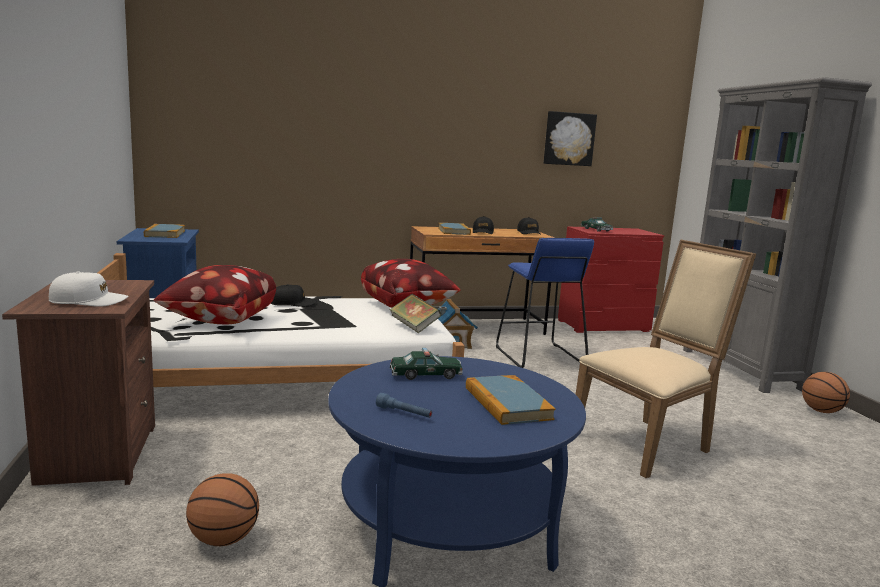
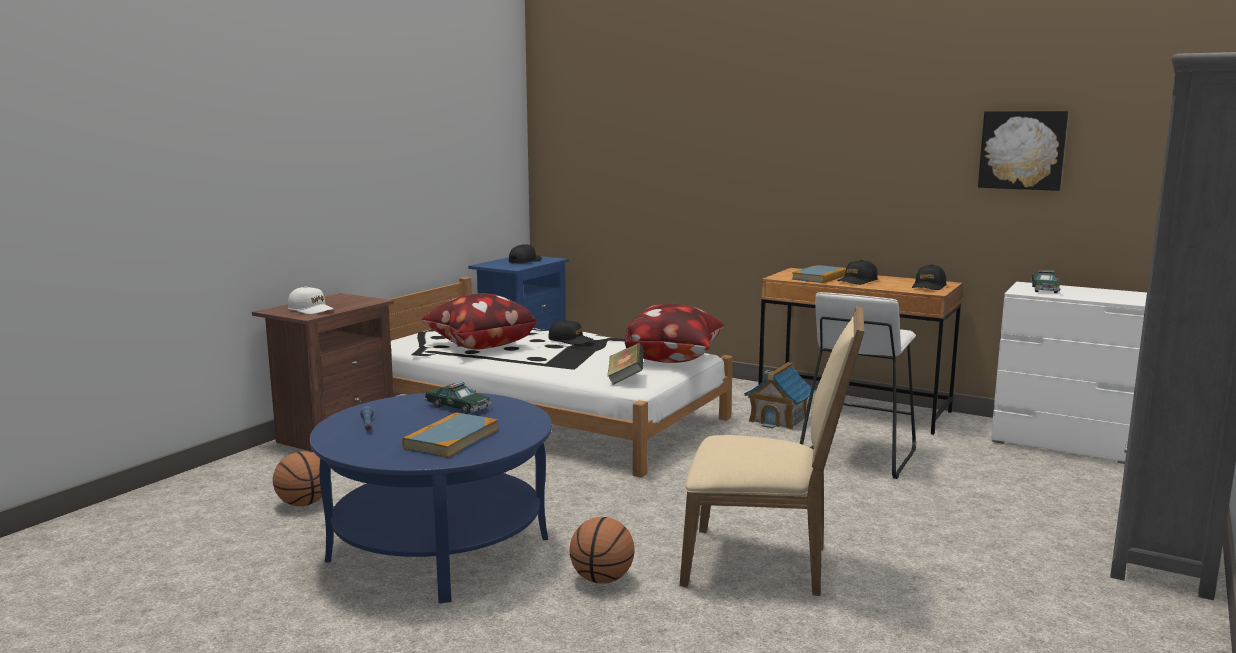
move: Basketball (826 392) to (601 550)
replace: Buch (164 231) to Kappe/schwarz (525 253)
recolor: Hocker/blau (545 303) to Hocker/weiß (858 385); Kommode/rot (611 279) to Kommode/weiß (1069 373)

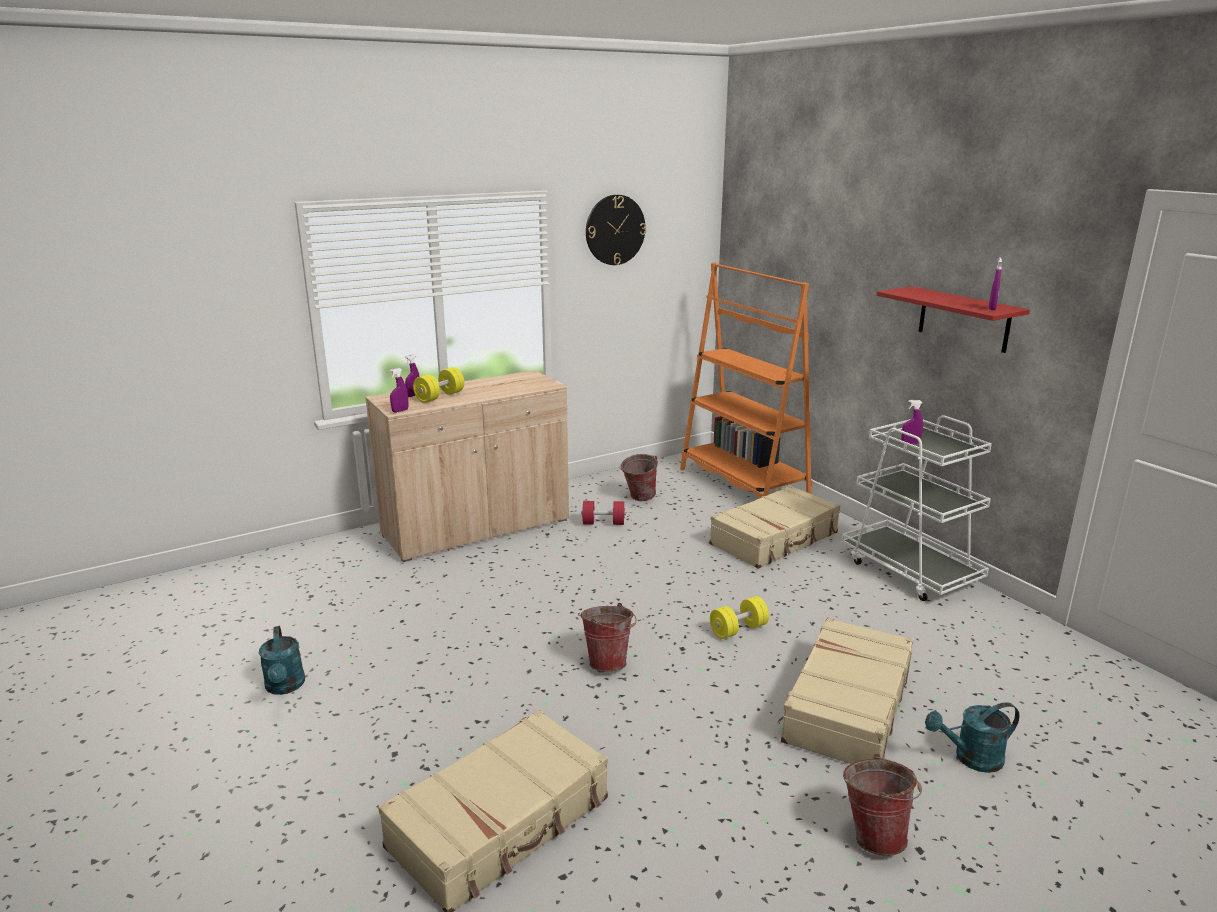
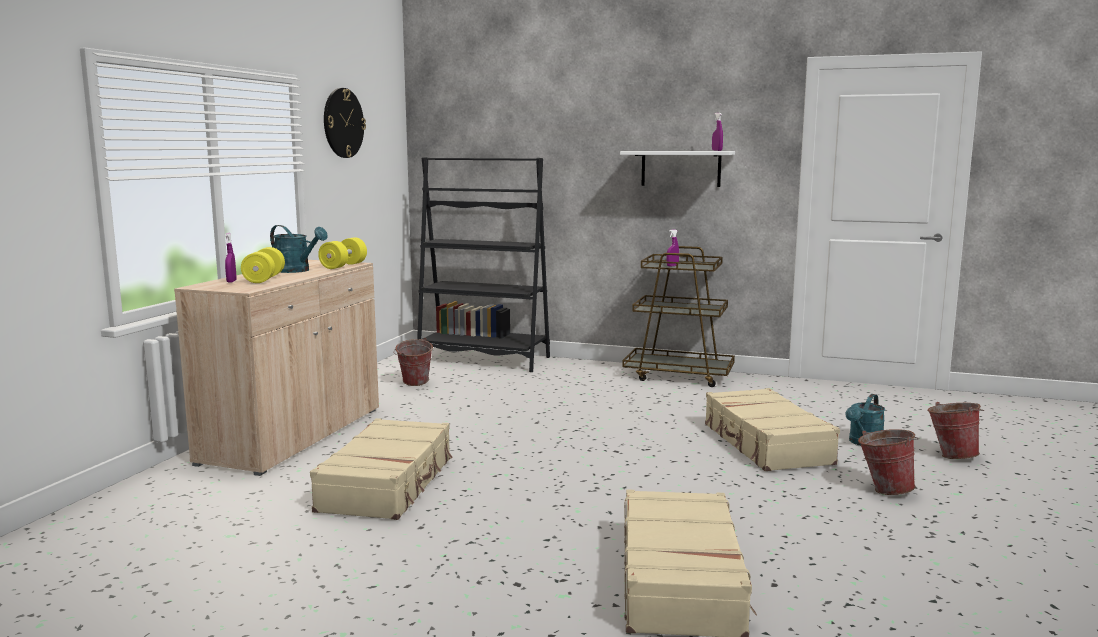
delete: Sprühflasche/lila (398 390); Hantel/rot (603 513)
move: Gießkanne/türkis (282 660) to (299 249); Koffer/beige (774 527) to (381 469); Hantel/gelb (739 617) to (342 253); Eimer (608 637) to (956 430)
recolor: Bücherregal/orange (746 380) to Bücherregal/schwarz (483 264); Wandregal/rot (953 319) to Wandregal/weiß (677 169); Rollwagen/weiß (916 508) to Rollwagen/braun (678 316)

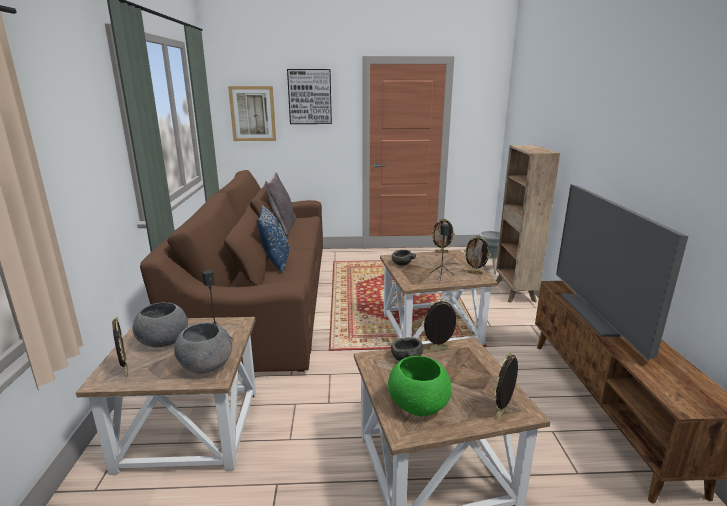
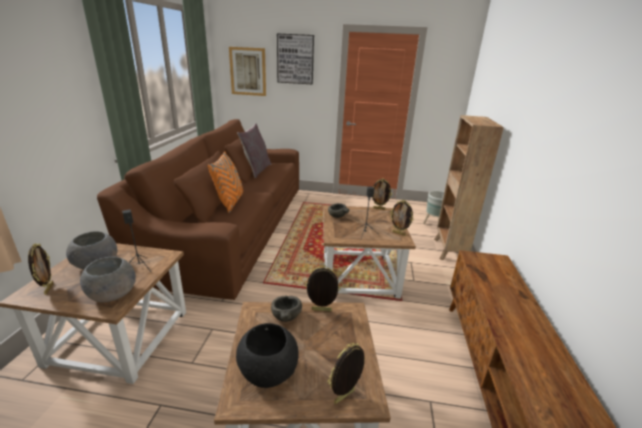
delete: Fernseher (622 272)
recolor: Kissen/blau (273 239) to Kissen/orange (225 182); Schüssel/grün (420 386) to Schüssel/schwarz (267 355)

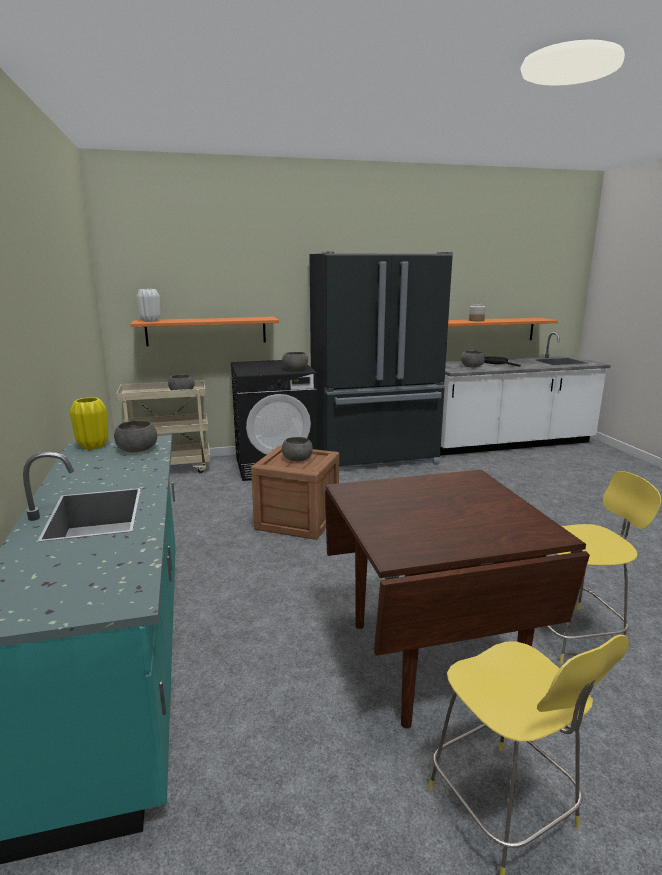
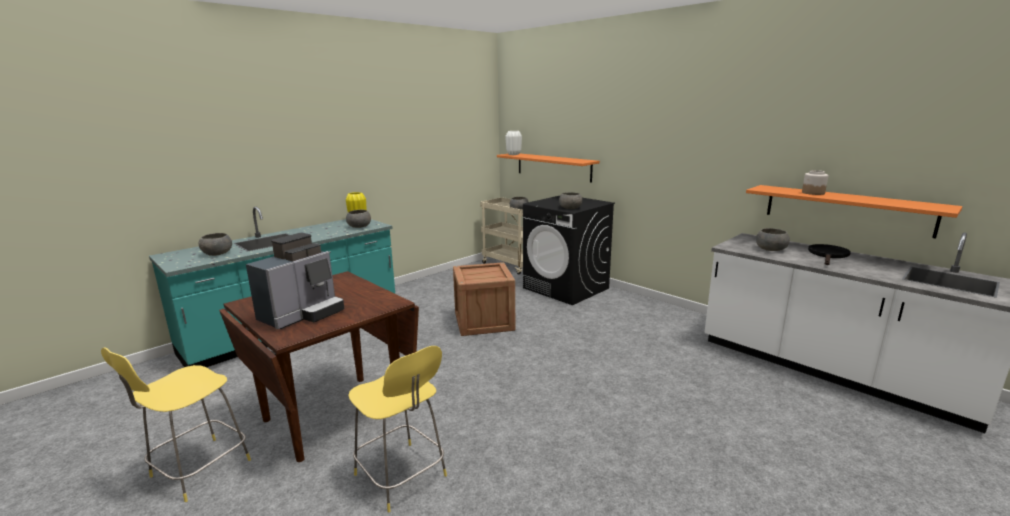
delete: Kühlschrank/schwarz (381 361)
insert: Kaffeemaschine (295 281)
move: Schüssel/grau (297 449) to (215 244)

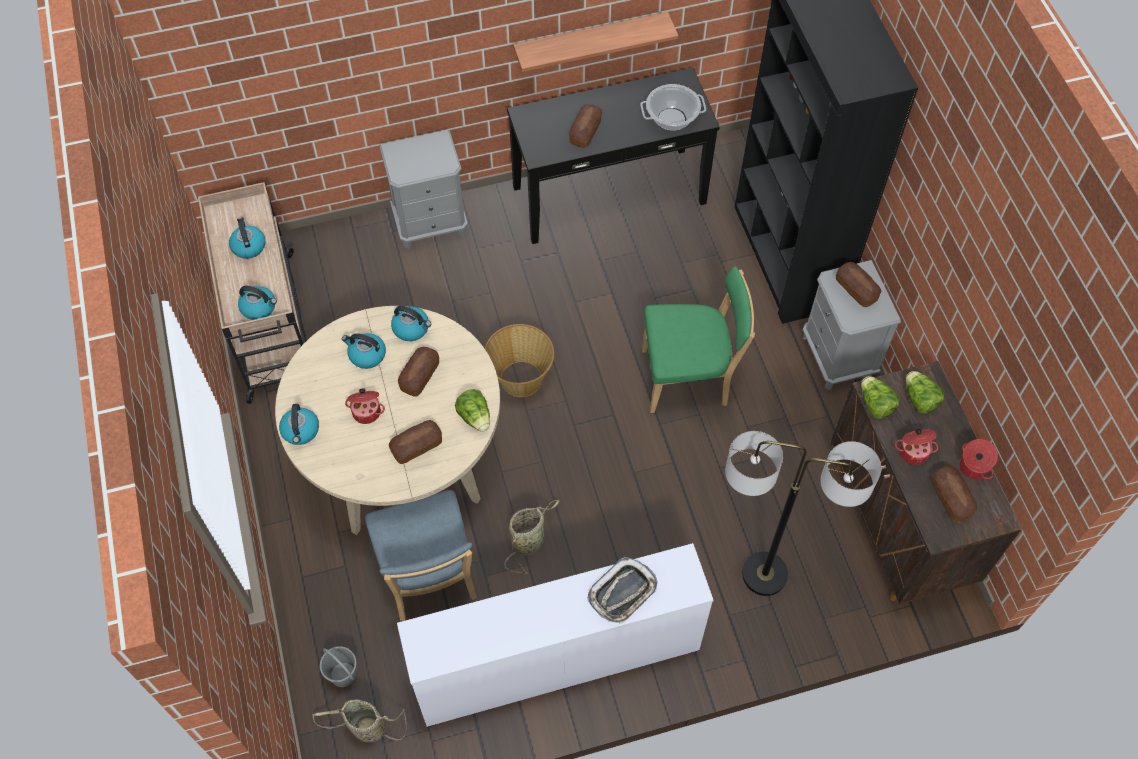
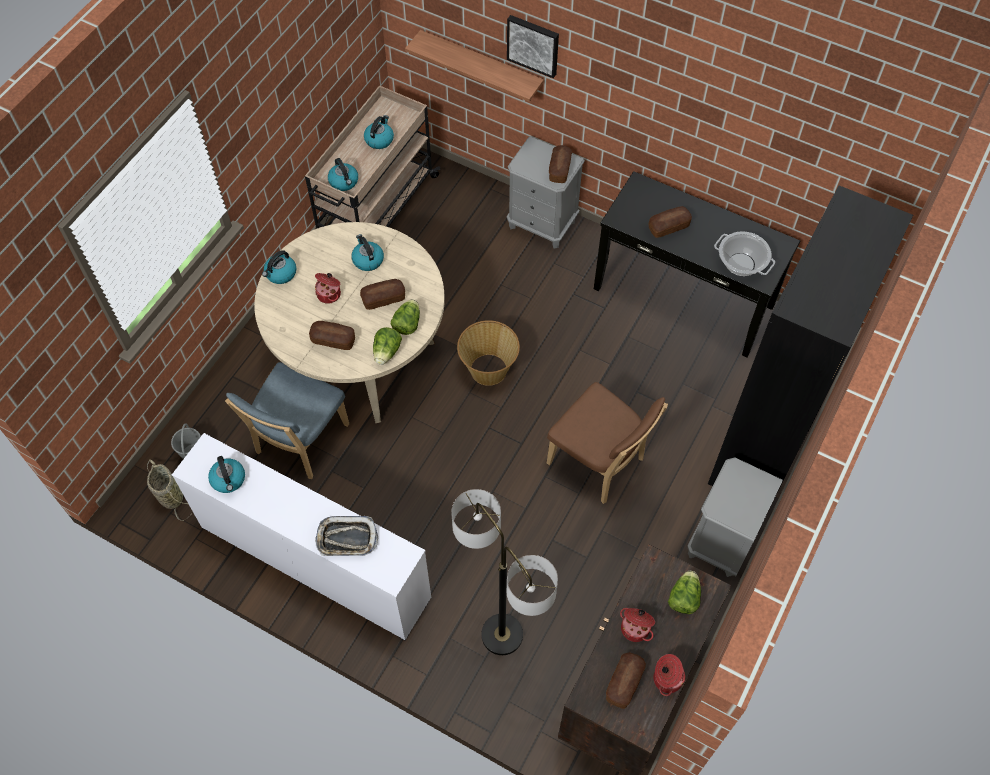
delete: Korb (532 537)
insert: Bild (533 46)
move: Wasserkessel (411 323) to (226 474); Salatkopf (880 397) to (405 317); Wandregal (596 42) to (474 66); Brot (858 284) to (560 164)
recolor: Stuhl/grün (698 339) to Stuhl/braun (607 443)

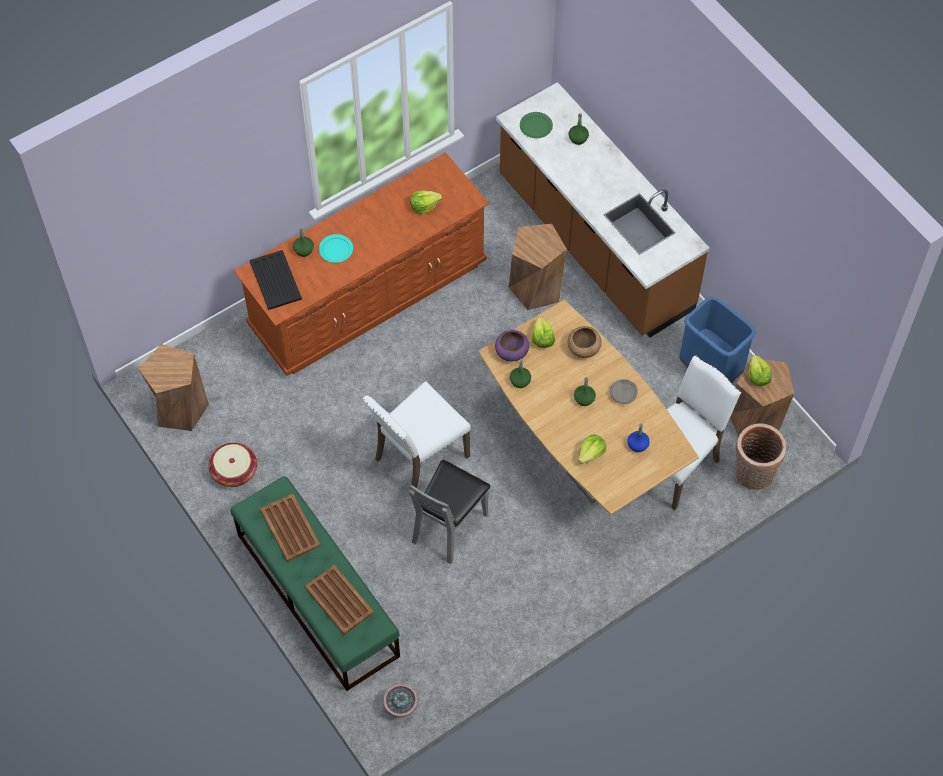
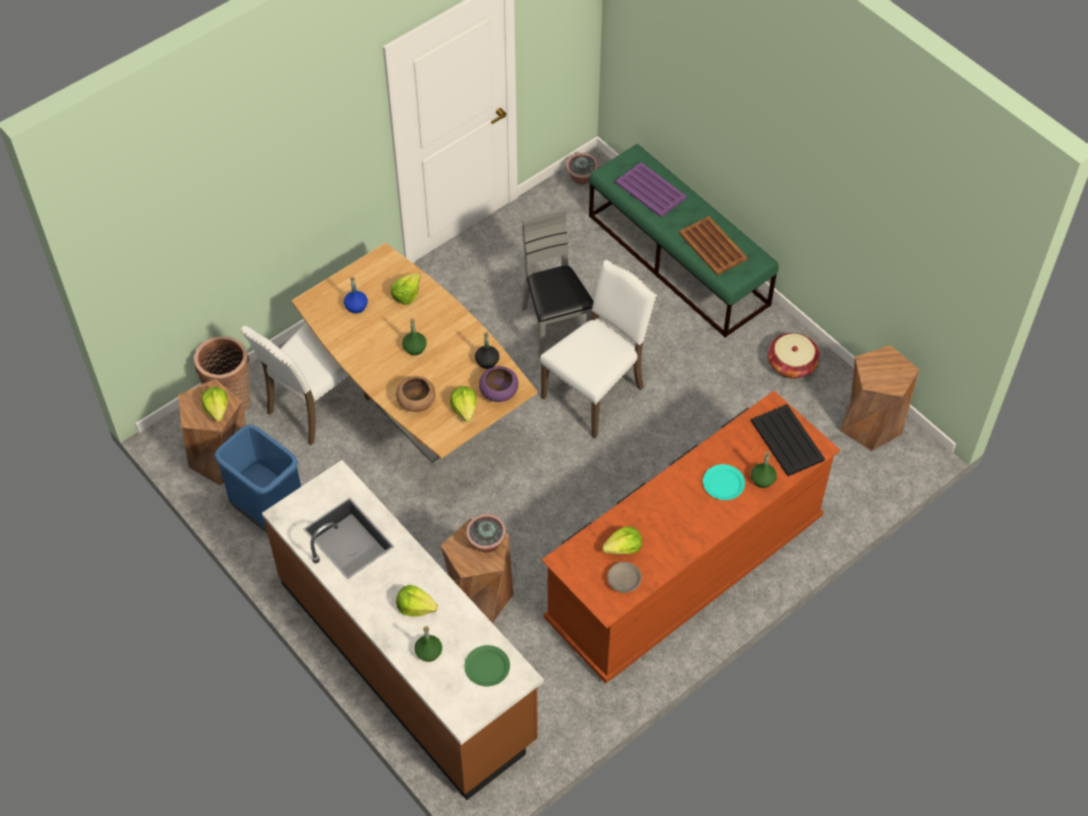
insert: Salatkopf (417 600); Topfpflanze (486 533)
move: Schüssel/grau (624 391) to (624 577)
recolor: Flasche/grün (520 373) to Flasche/schwarz (487 350); Tablett/braun (339 600) to Tablett/lila (651 189)
rotate: Stuhl/grau (449 512) = (557 284) 45 degrees counterclockwise

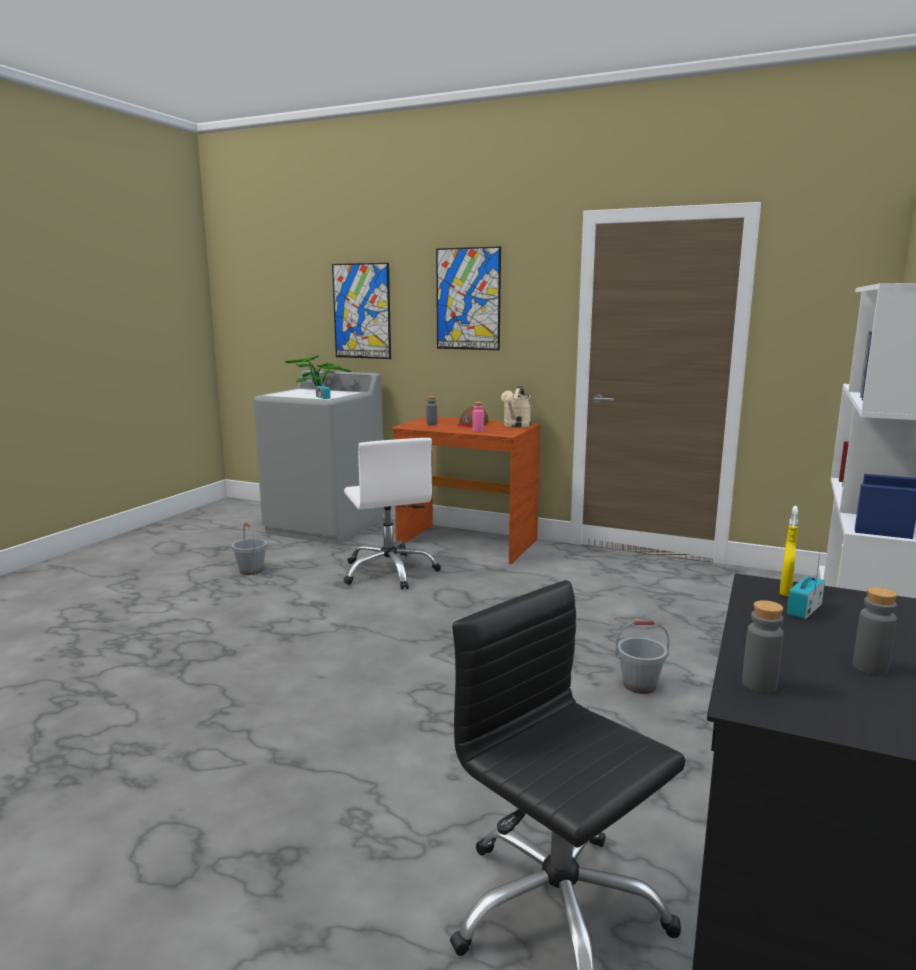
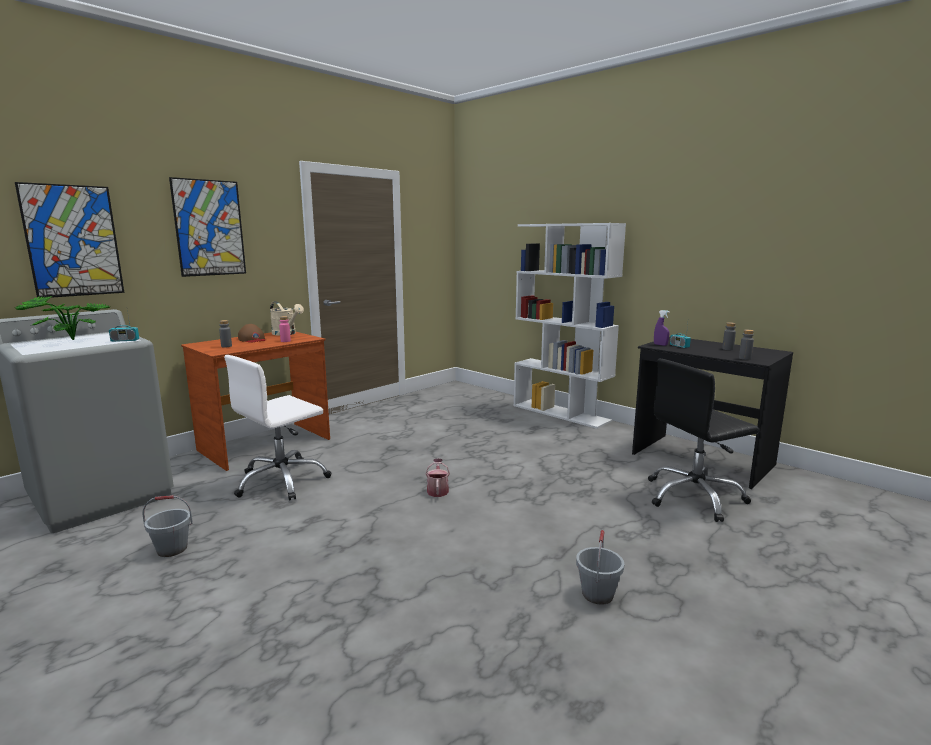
insert: Gießkanne (437 477)
move: Eimer/grau (642 657) to (600 567)
recolor: Sprühflasche/gelb (789 551) to Sprühflasche/lila (662 328)
rotate: Bürostuhl/weiß (392 514) = (277 427) 135 degrees clockwise

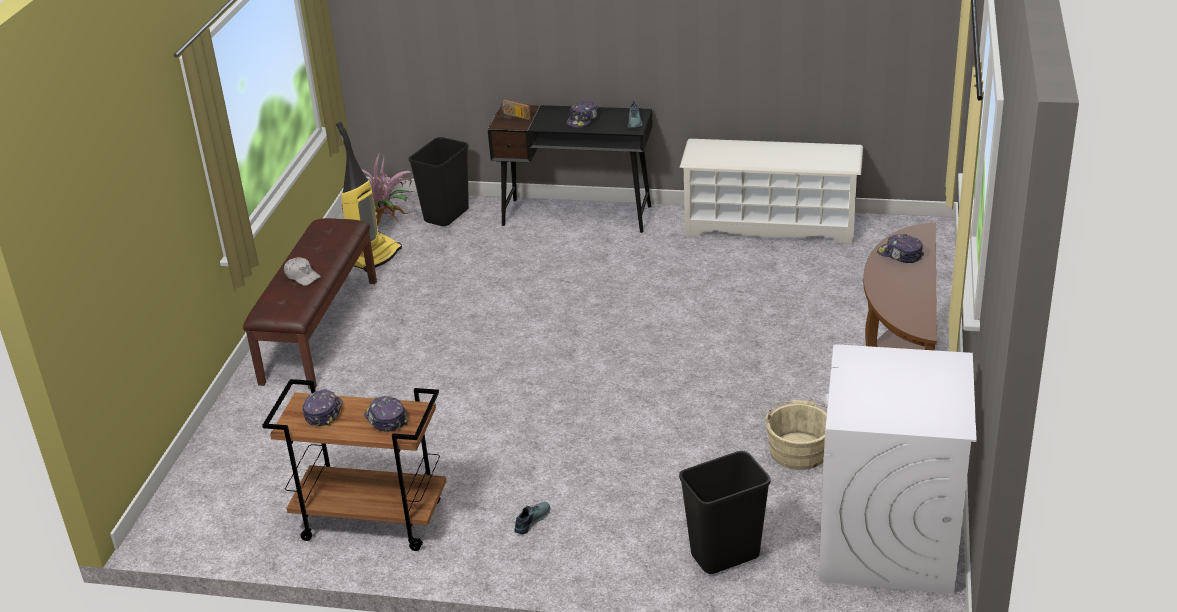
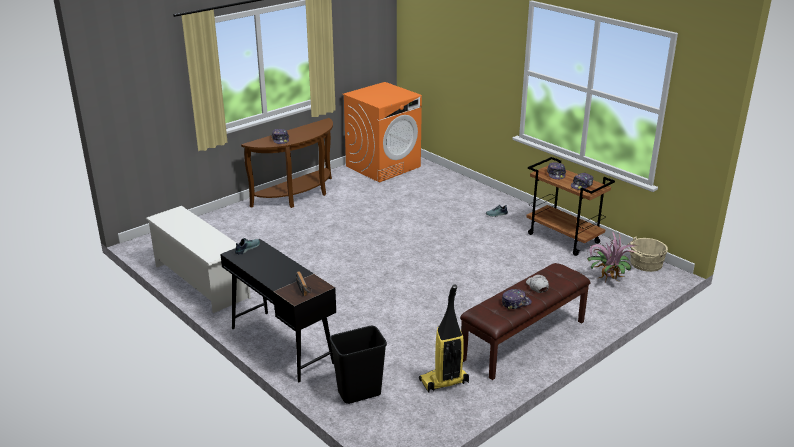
delete: Mülleimer/schwarz (725 512)
move: Kappe (582 114) to (517 299); Topfpflanze (379 191) to (612 257); Eimer/beige (796 435) to (647 254)
recolor: Waschmaschine/weiß (898 469) to Waschmaschine/orange (382 132)

